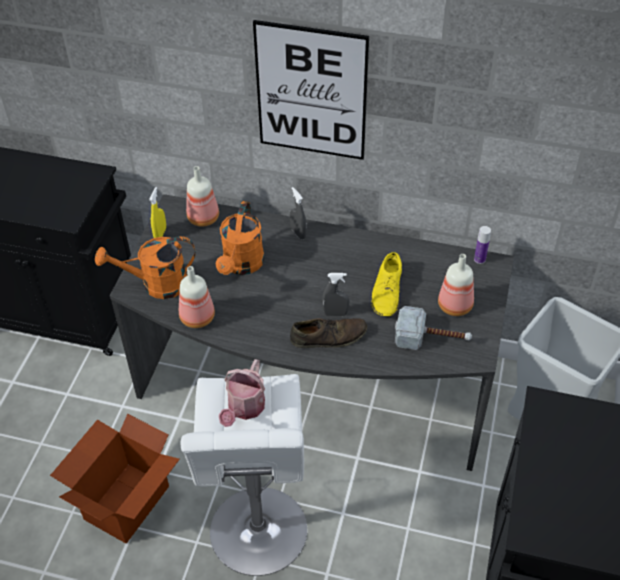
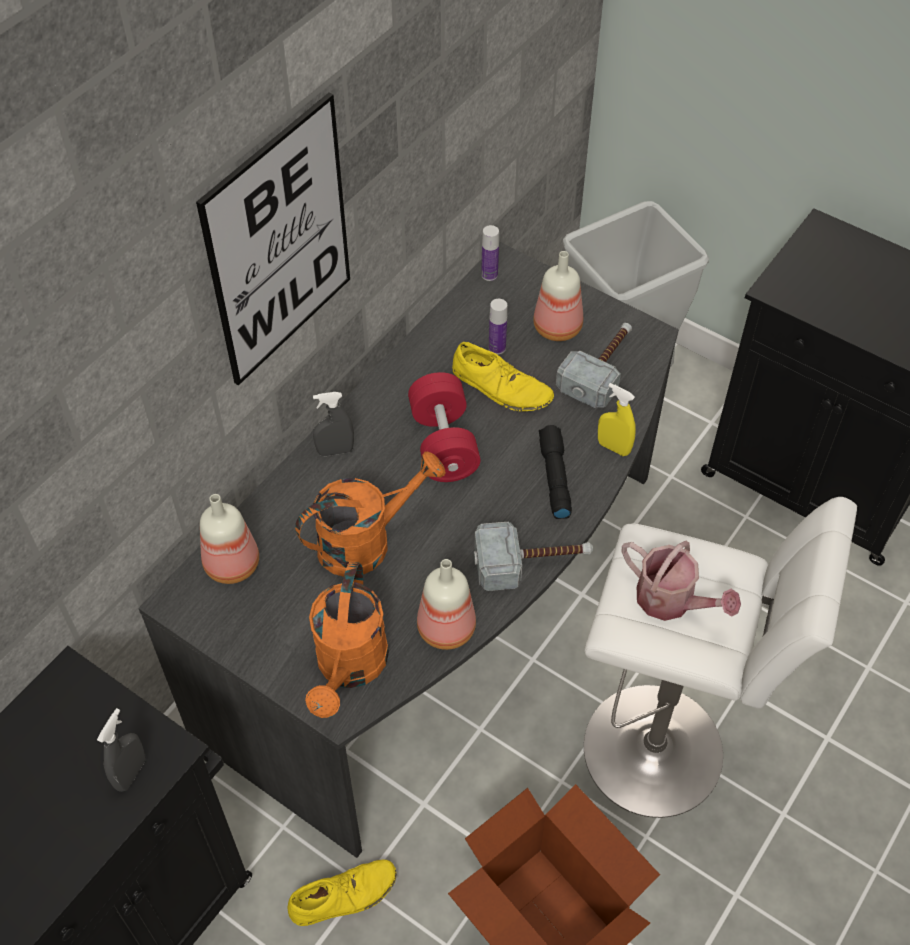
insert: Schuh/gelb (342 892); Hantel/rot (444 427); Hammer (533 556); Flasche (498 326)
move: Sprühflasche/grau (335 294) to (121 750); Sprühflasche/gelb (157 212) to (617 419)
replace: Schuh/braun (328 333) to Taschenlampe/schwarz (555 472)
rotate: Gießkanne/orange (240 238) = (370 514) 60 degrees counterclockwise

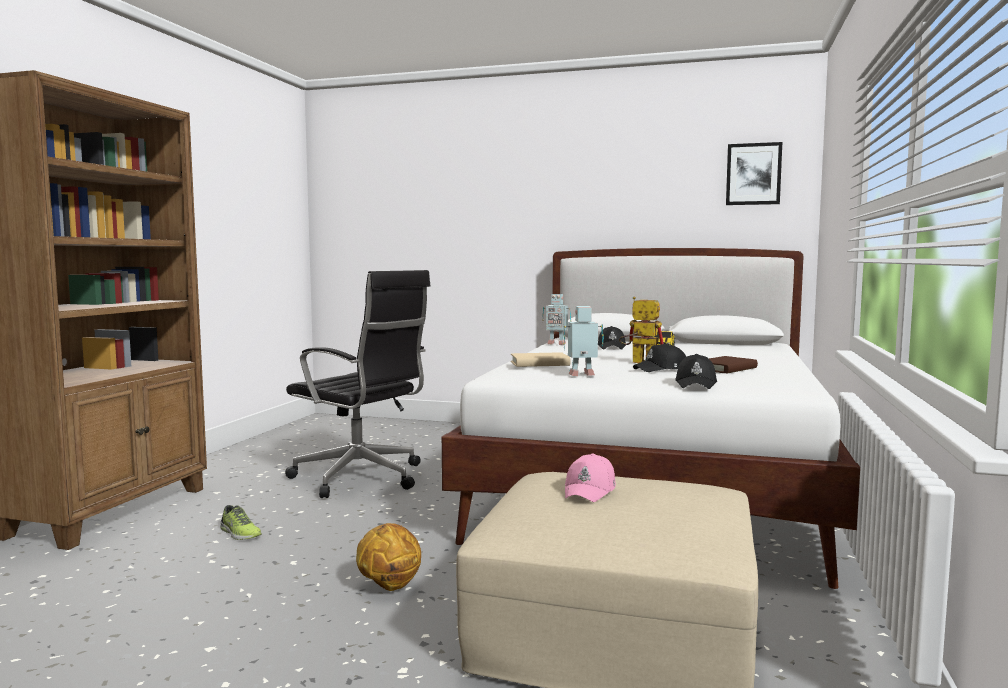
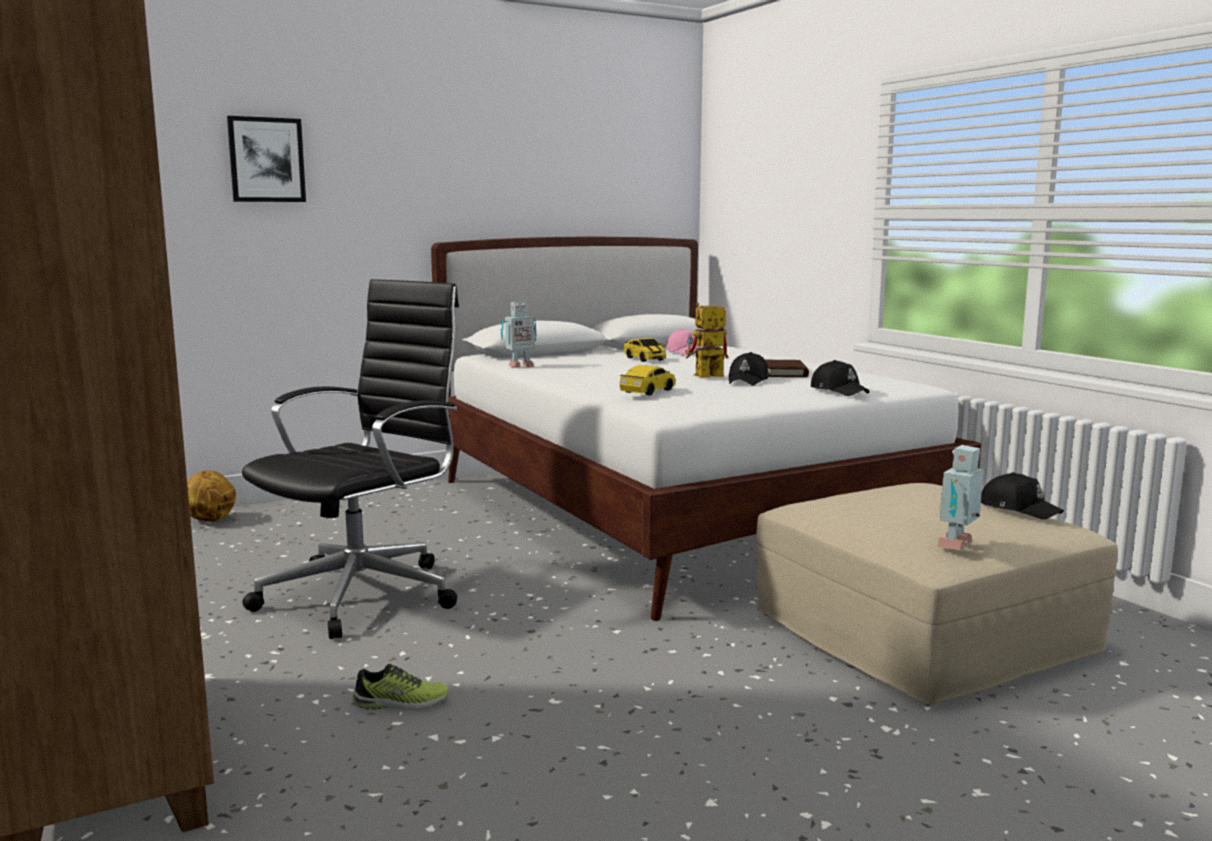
move: Basketball (388 557) to (211 495); Bild (754 173) to (266 159); Kappe/rosa (590 478) to (683 342); Spielzeugroboter (583 341) to (961 497); Kappe/schwarz (612 338) to (1022 495)
replace: Buch/beige (540 359) to Spielzeugauto (647 380)
rotate: Bürostuhl/schwarz (358 384) = (350 459) 45 degrees counterclockwise

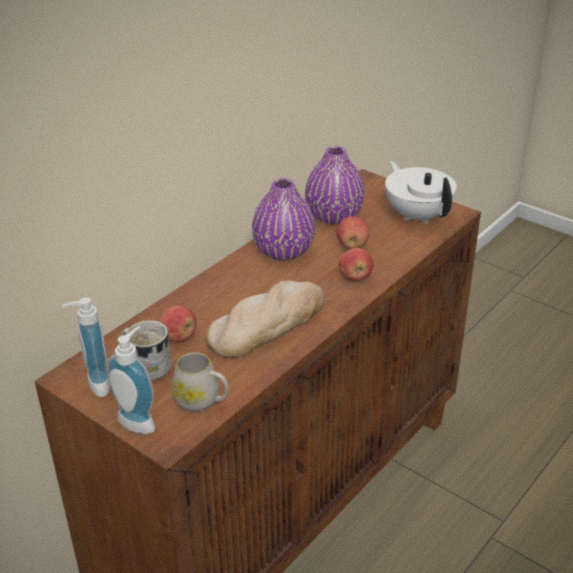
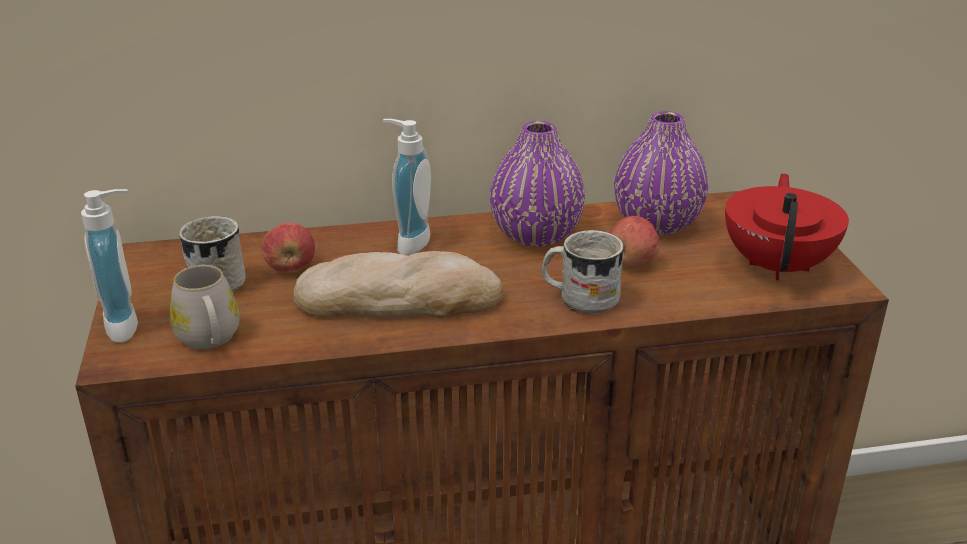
move: Seifenspender (86 347) to (407 187)
replace: Apfel (356 264) to Henkelbecher/weiß (583 272)
recolor: Teekanne/weiß (421 192) to Teekanne/rot (787 227)

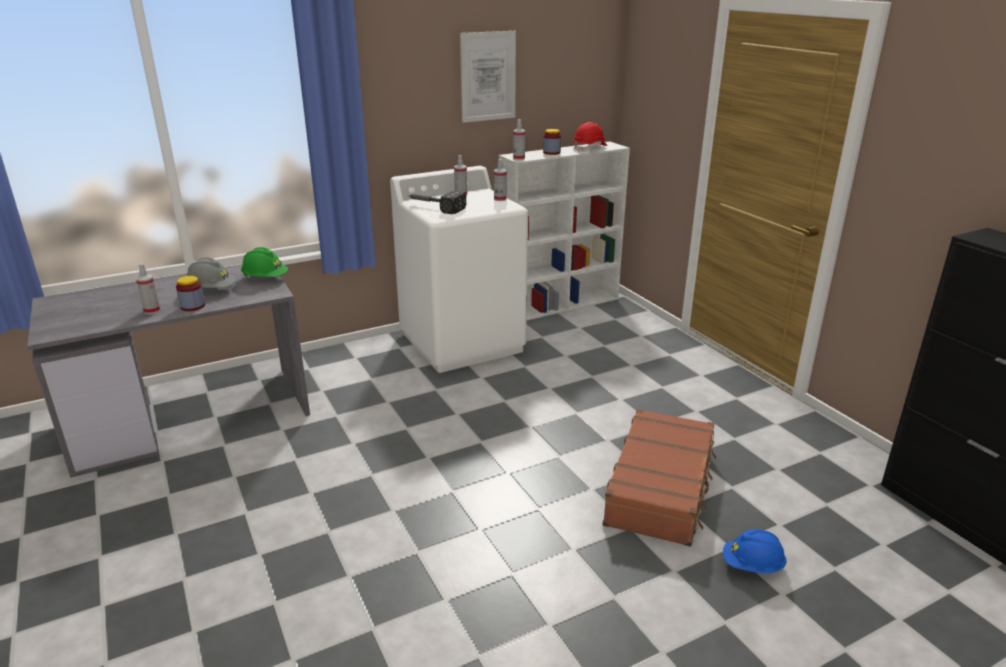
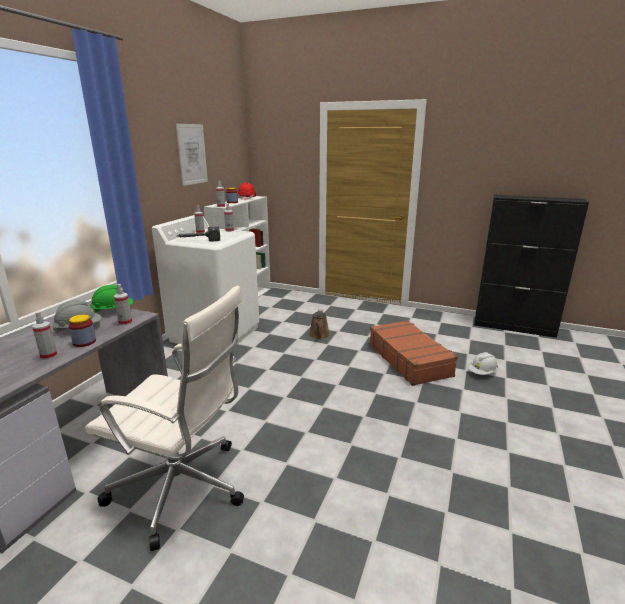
insert: Bürostuhl/weiß (164 418); Sprühflasche (123 305); Gießkanne/braun (319 324)
recolor: Schutzhelm/blau (755 551) to Schutzhelm/weiß (483 363)

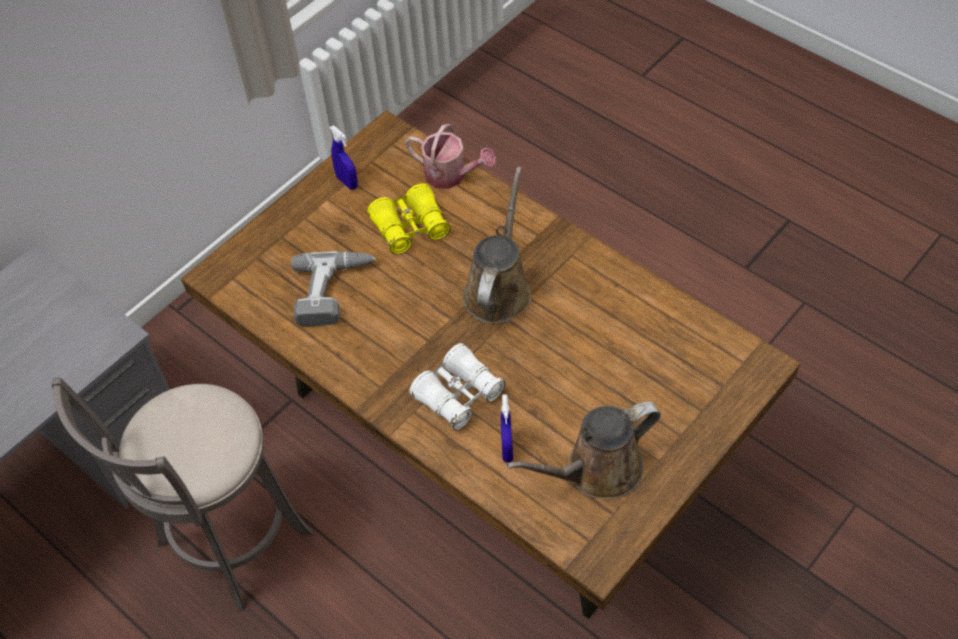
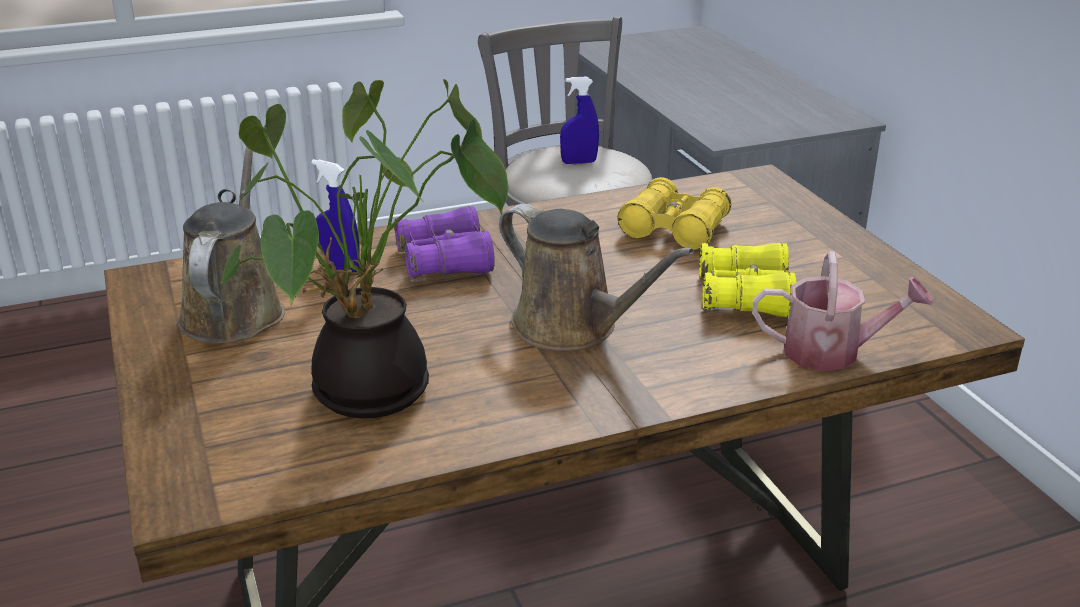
insert: Topfpflanze (365 248)
move: Sprühflasche/blau (344 158) to (579 120)
replace: Bohrmaschine (333 288) to Fernglas/gelb (674 213)
recolor: Fernglas/weiß (457 386) to Fernglas/lila (445 243)
rotate: Gießkanne (450 156) = (843 311) 135 degrees counterclockwise

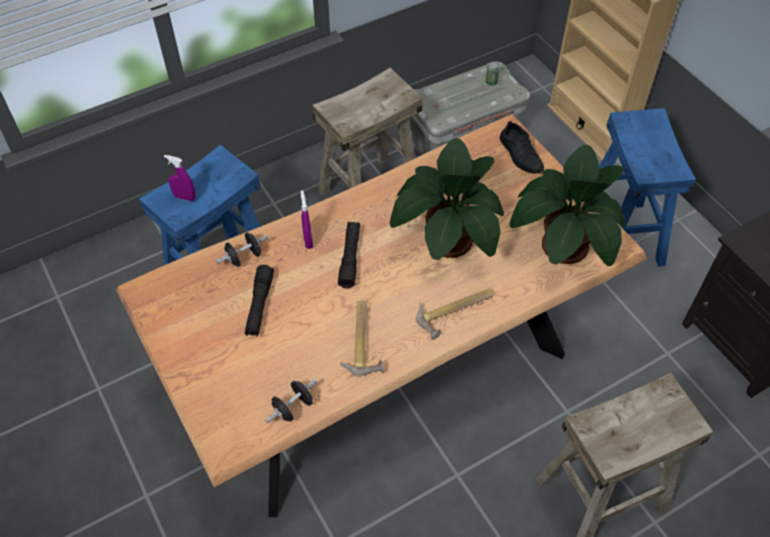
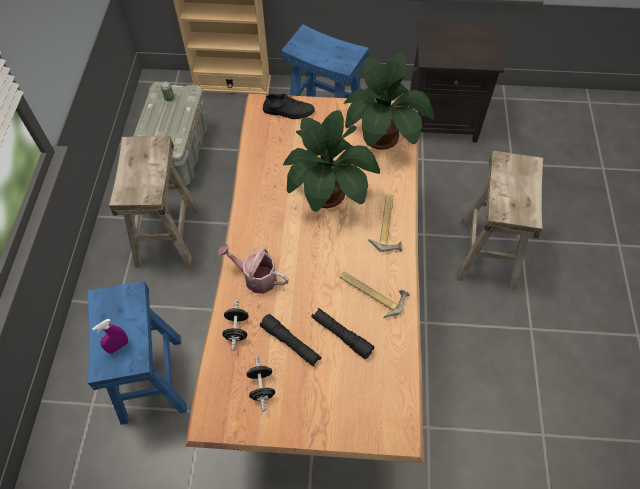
move: Hantel/schwarz (291 401) to (261 384); Taschenlampe/schwarz (349 255) to (343 333)
replace: Sprühflasche/lila (307 219) to Gießkanne (253 268)

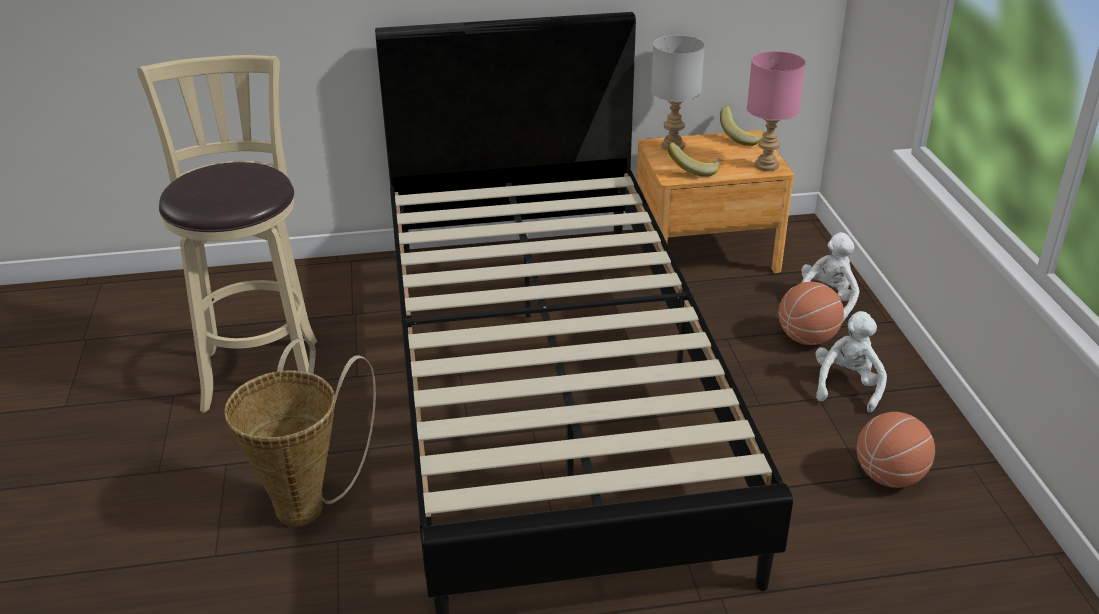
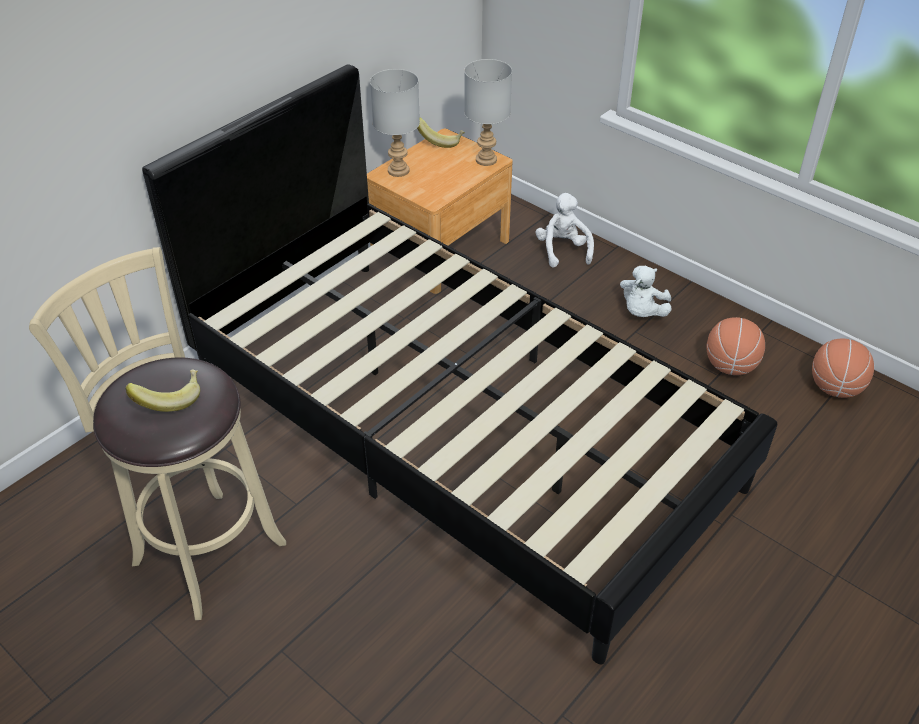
delete: Korb (300 433)
move: Banane (695 160) to (163 391); Basketball (811 313) to (843 368)
recolor: Tischlampe/rosa (776 111) to Tischlampe/grau (488 112)
rotate: Plüschtier/weiß (851 362) = (646 291) 135 degrees counterclockwise

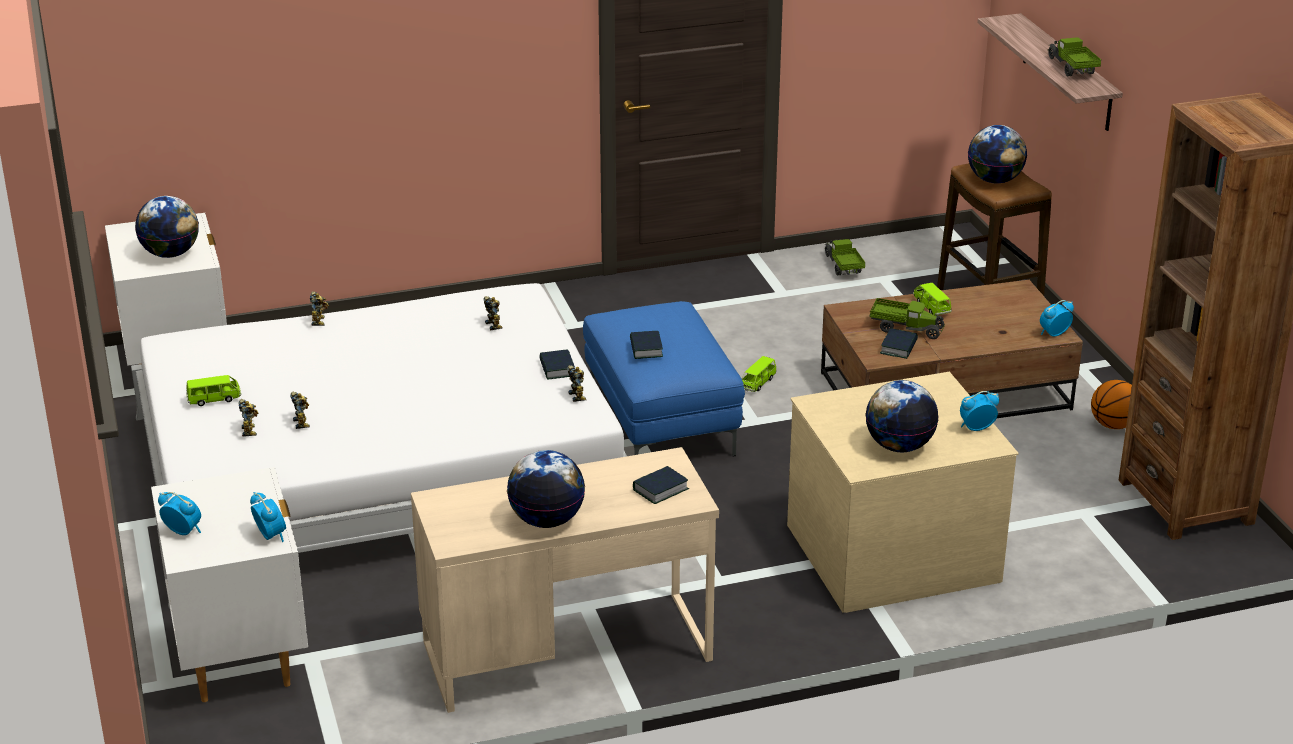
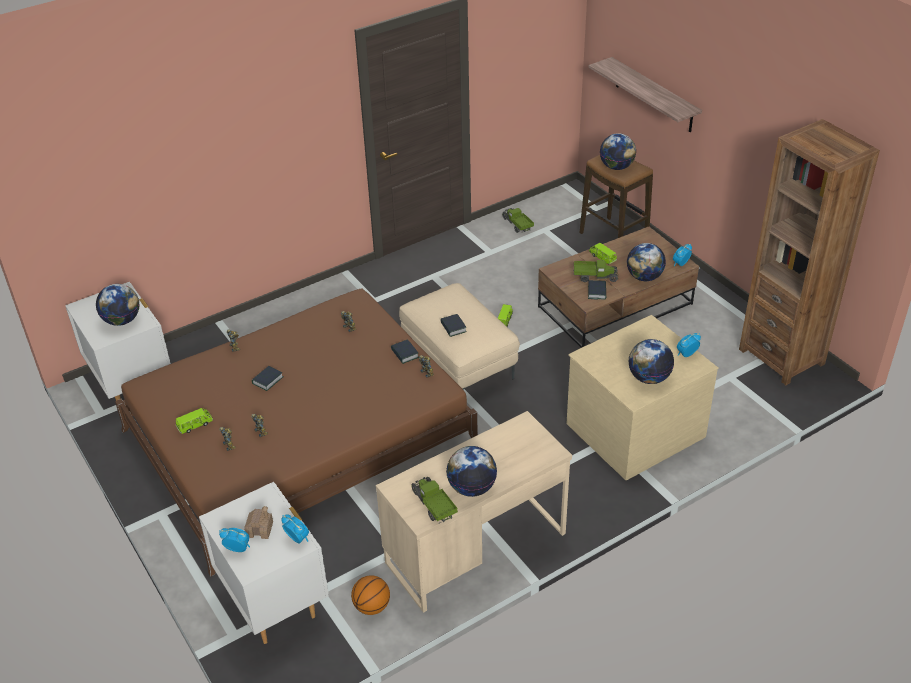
insert: Spielzeughaus (258 522); Globus (646 262)
move: Buch (661 485) to (267 378); Basketball (1111 404) to (370 595); Spielzeuglaster (1074 57) to (434 500)
recolor: Bett/weiß (379 446) to Bett/braun (296 432); Polsterhocker/blau (664 378) to Polsterhocker/beige (459 336)

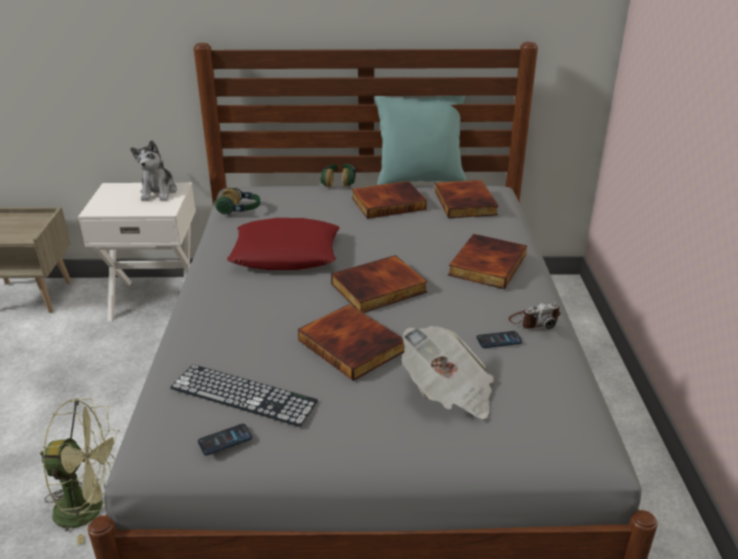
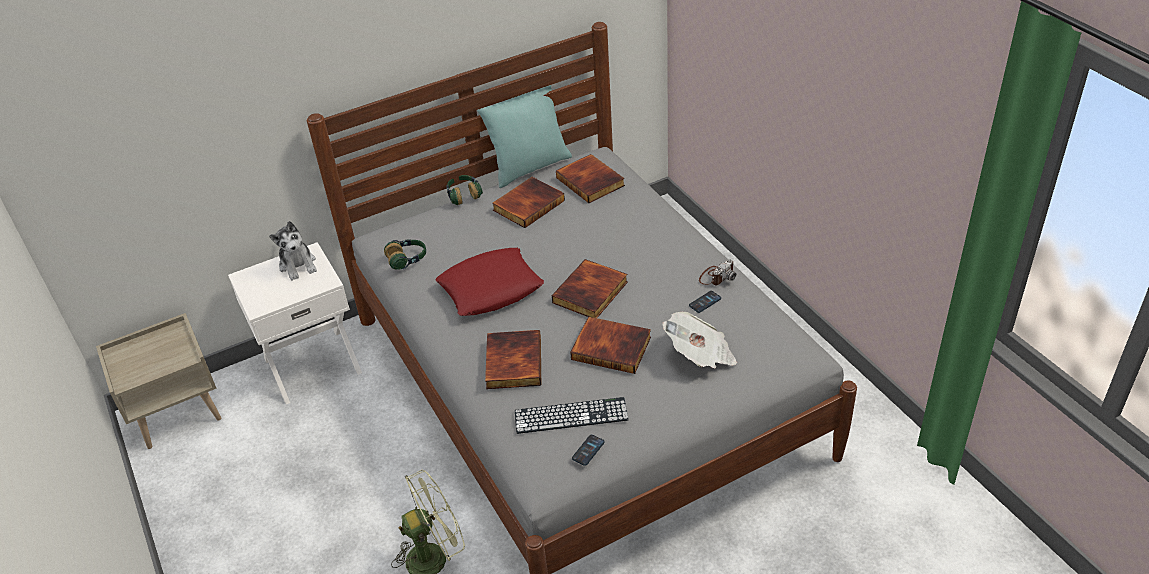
move: Buch (487 261) to (513 359)

